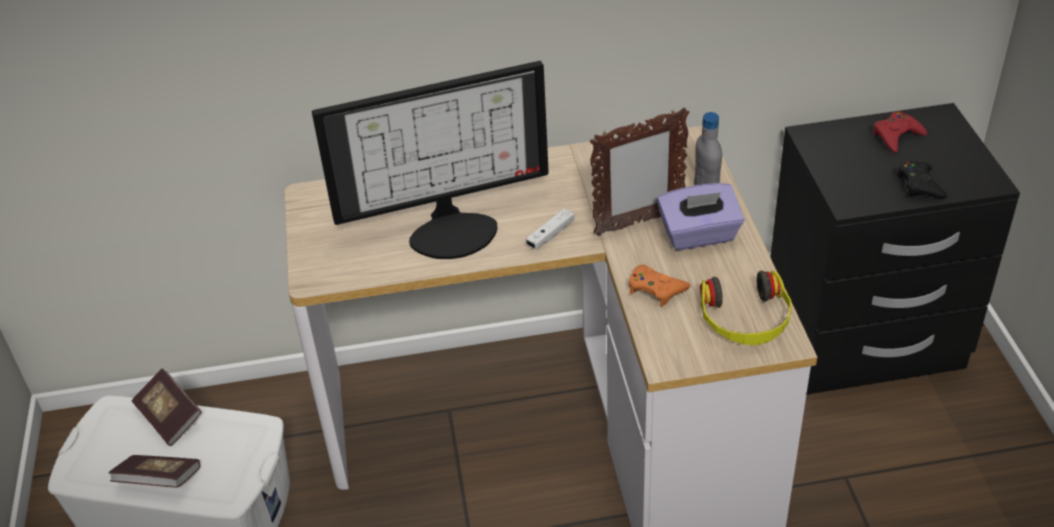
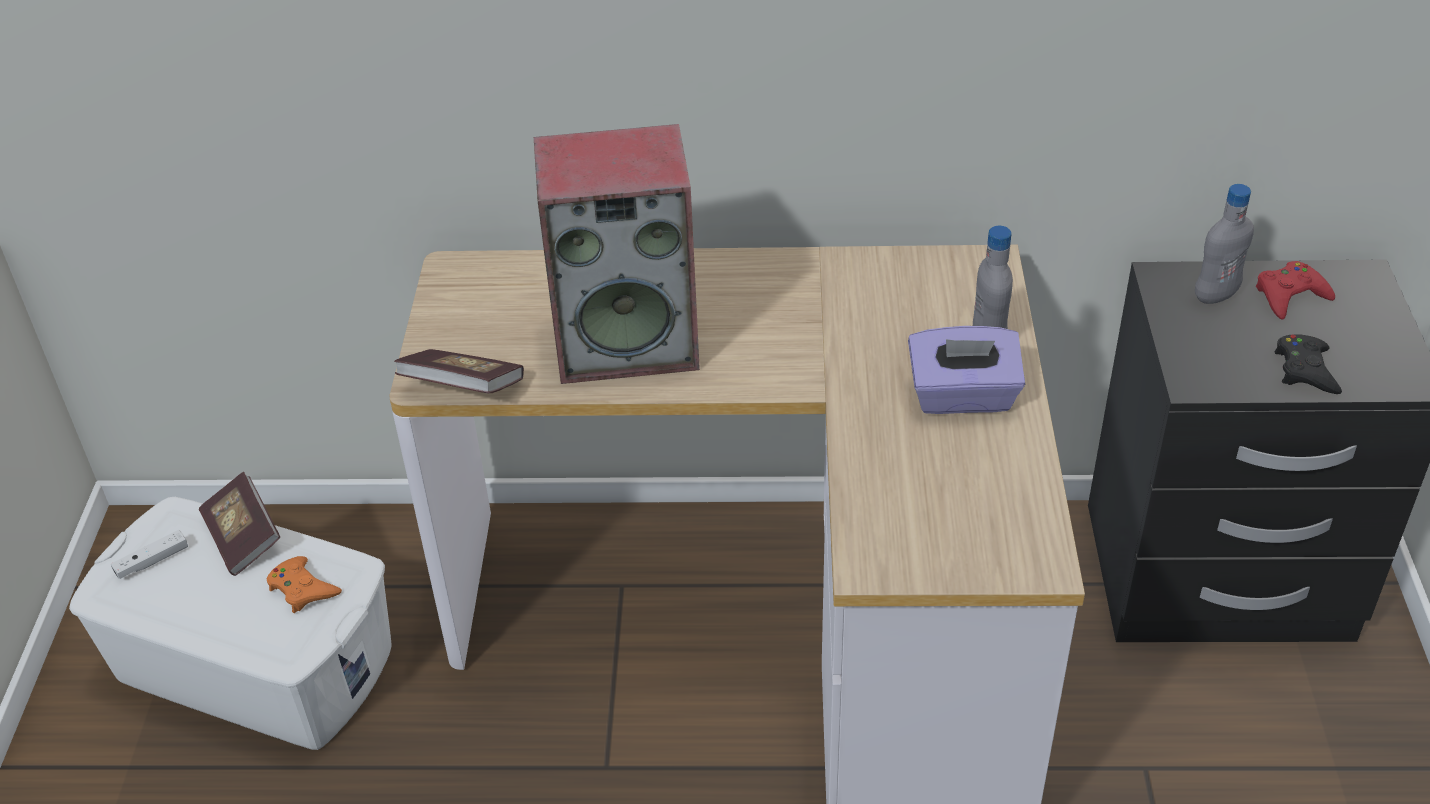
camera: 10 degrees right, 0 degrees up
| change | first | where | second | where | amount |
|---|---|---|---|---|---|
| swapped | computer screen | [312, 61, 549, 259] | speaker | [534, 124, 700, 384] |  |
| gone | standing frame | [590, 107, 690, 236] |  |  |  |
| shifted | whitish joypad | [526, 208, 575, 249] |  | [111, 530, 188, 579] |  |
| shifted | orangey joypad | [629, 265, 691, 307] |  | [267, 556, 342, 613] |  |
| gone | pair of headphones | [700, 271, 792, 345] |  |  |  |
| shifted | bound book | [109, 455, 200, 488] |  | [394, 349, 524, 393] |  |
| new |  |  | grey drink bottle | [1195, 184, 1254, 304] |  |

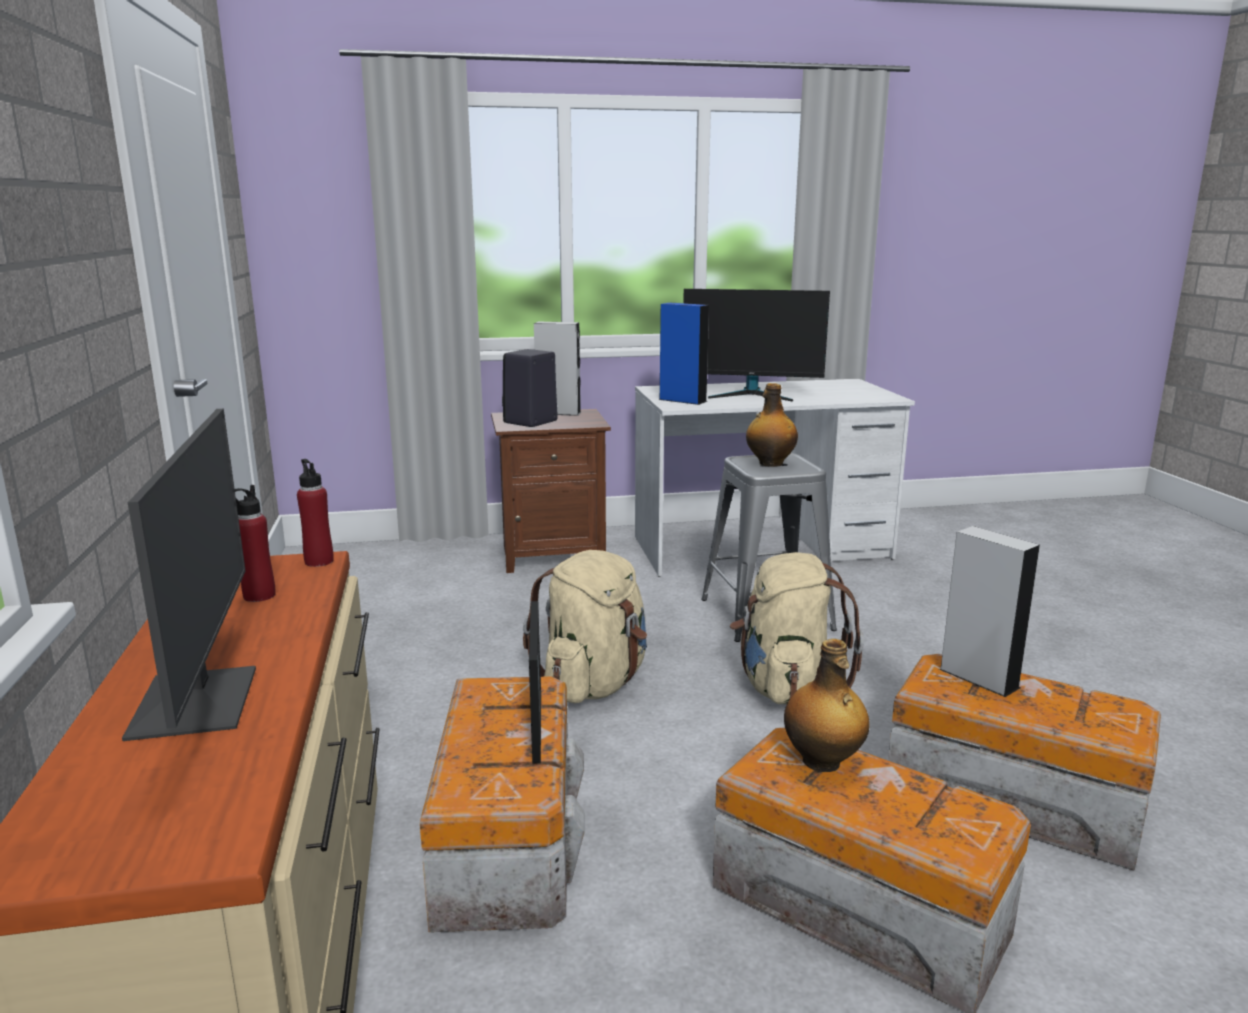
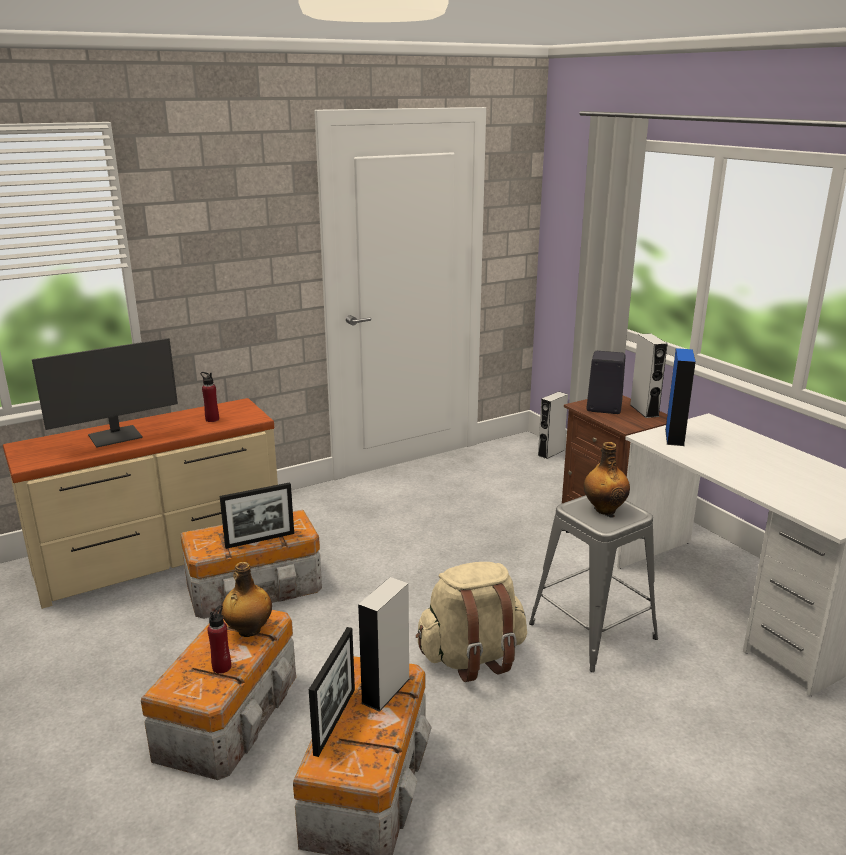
camera: 70 degrees right, 5 degrees up
| change | first | where | second | where | amount |
|---|---|---|---|---|---|
| gone | computer screen | [683, 289, 830, 401] |  |  |  |
| shifted | red drink bottle | [297, 459, 334, 567] |  | [207, 605, 231, 674] |  |
| gone | sand-coloured knapsack | [523, 550, 647, 703] |  |  |  |
| new |  |  | grey speaker | [537, 392, 568, 459] |  |
| new |  |  | standing frame | [309, 627, 355, 757] |  |

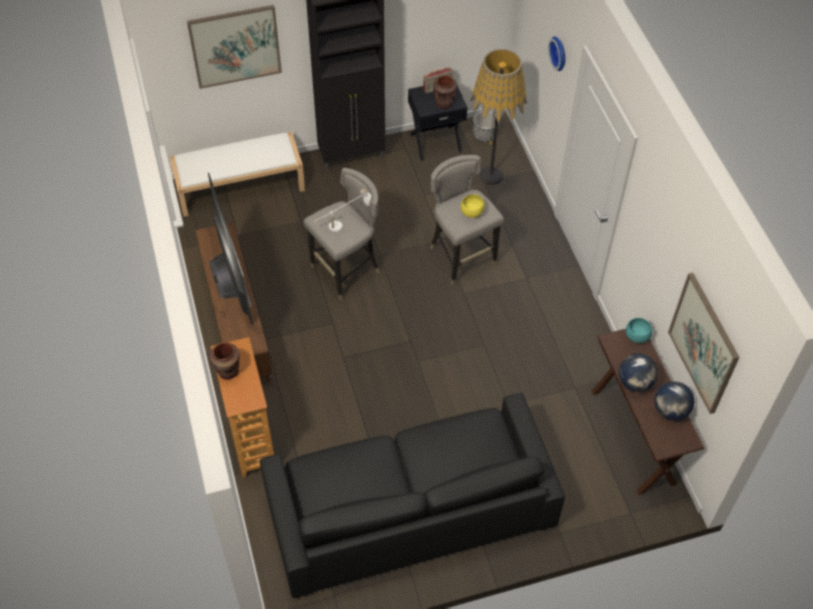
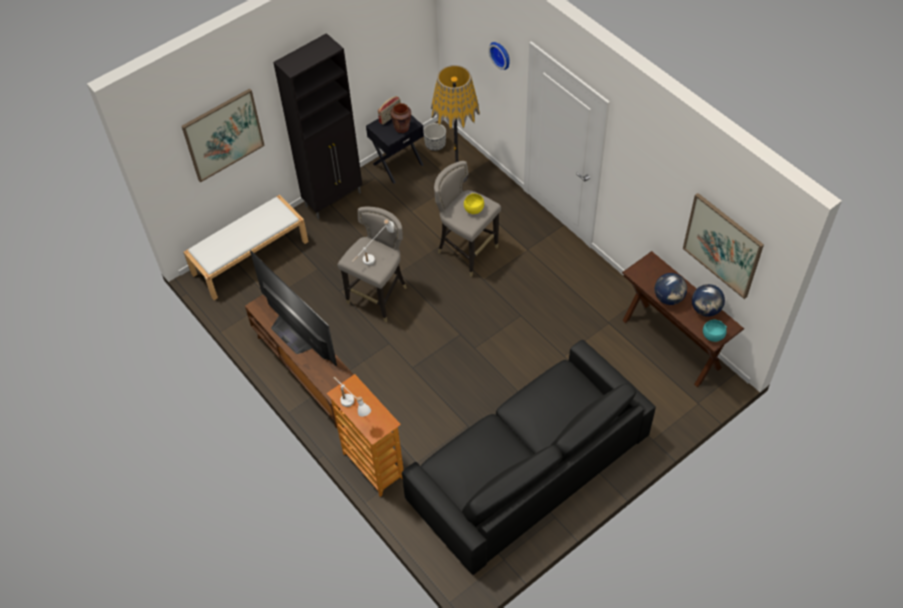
camera: 20 degrees left, 0 degrees up
| change | first | where | second | where | amount |
|---|---|---|---|---|---|
| shifted | blue-green bowl | [626, 318, 653, 343] |  | [703, 320, 727, 342] |  |
| swapped | brown decorative vase | [209, 342, 240, 380] | whitish table lamp | [334, 377, 371, 417] |  |

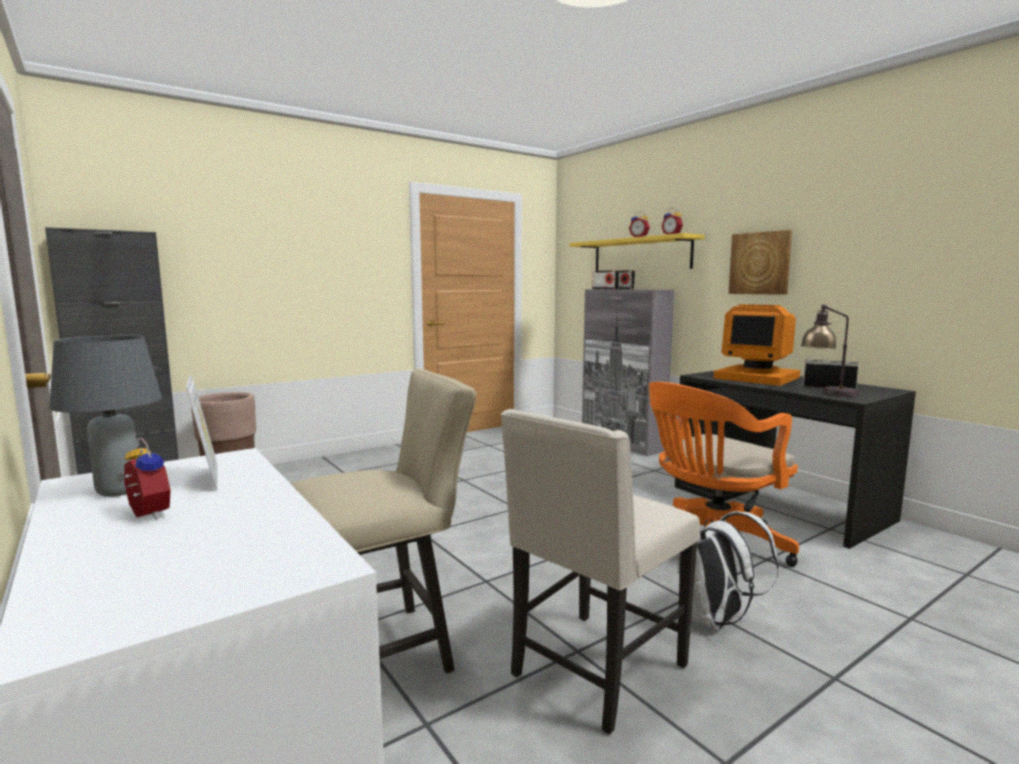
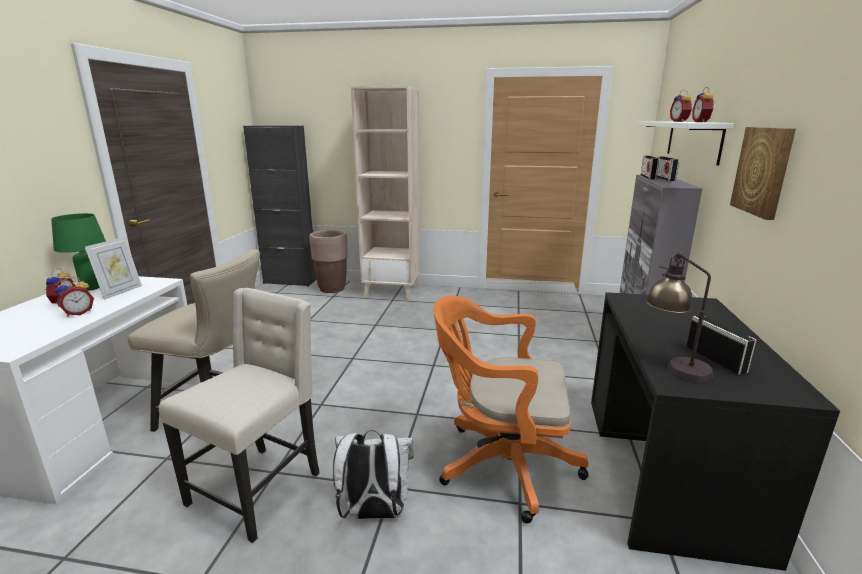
camera: 45 degrees right, 10 degrees up
| change | first | where | second | where | amount |
|---|---|---|---|---|---|
| repainted | yellowish bracket shelf | [570, 233, 705, 271] | whitish bracket shelf | [638, 121, 734, 165] |  |
| gone | computer screen | [714, 304, 800, 386] |  |  |  |
| repainted | grey table lamp | [50, 335, 162, 497] | greenish table lamp | [51, 213, 106, 291] |  |
| rotated | sand-coloured plain chair | [501, 409, 700, 734] |  | [159, 288, 319, 543] | 120 degrees clockwise |
| new |  |  | sand-coloured shelving unit | [351, 86, 420, 300] |  |
| new |  |  | alarm clock | [55, 277, 94, 317] |  |

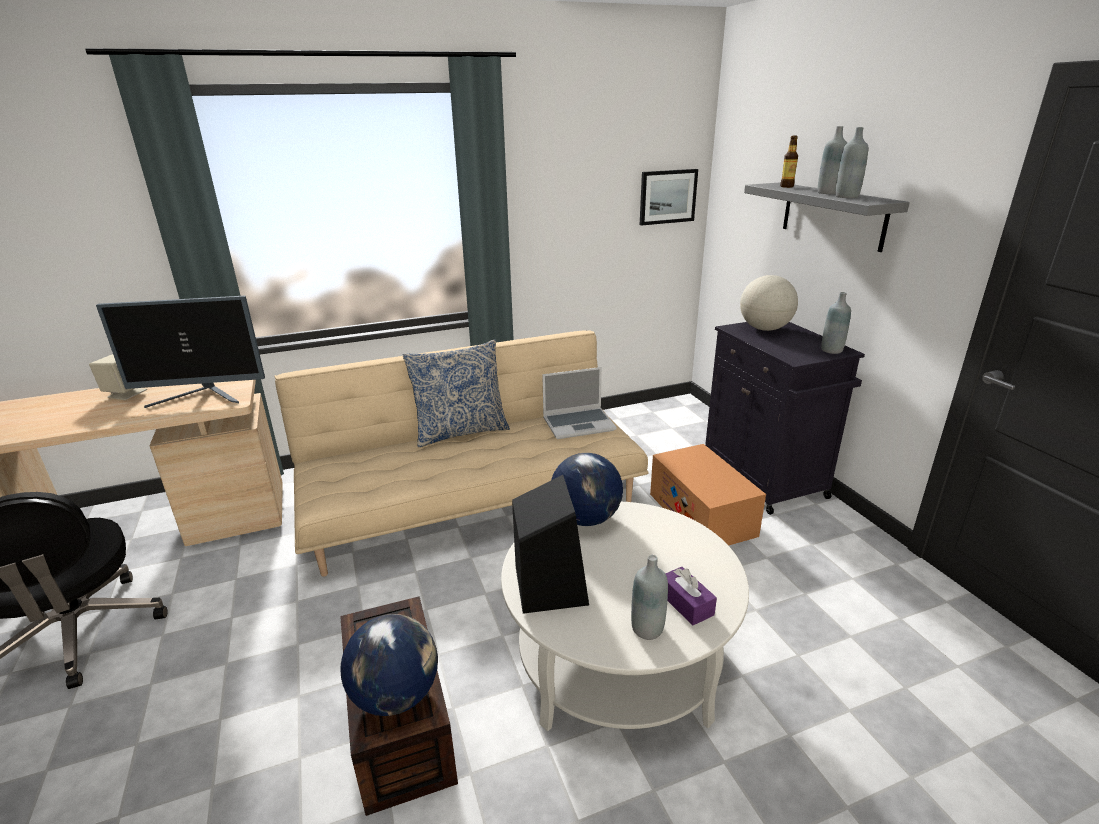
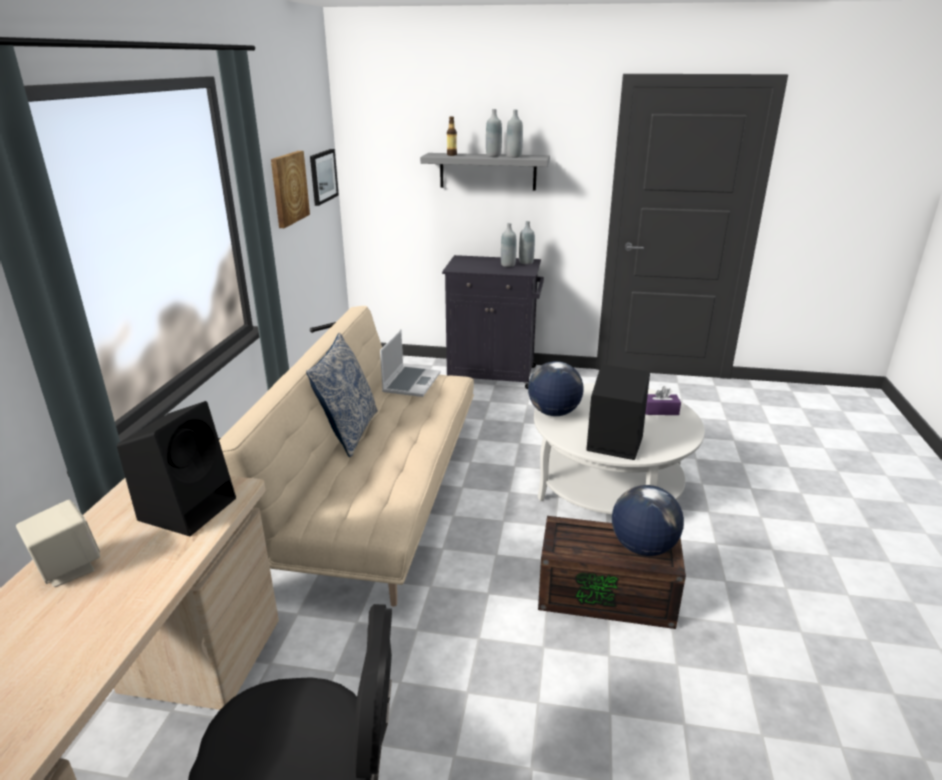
camera: 60 degrees left, 0 degrees up
| change | first | where | second | where | amount |
|---|---|---|---|---|---|
| gone | world globe | [740, 275, 798, 331] |  |  |  |
| swapped | computer screen | [96, 296, 265, 408] | blackish speaker | [117, 401, 236, 536] |  |
| gone | carton | [650, 444, 766, 546] |  |  |  |
| shifted | grey drink bottle | [631, 555, 668, 640] |  | [501, 223, 517, 267] |  |
| new |  |  | picture | [271, 151, 310, 228] |  |

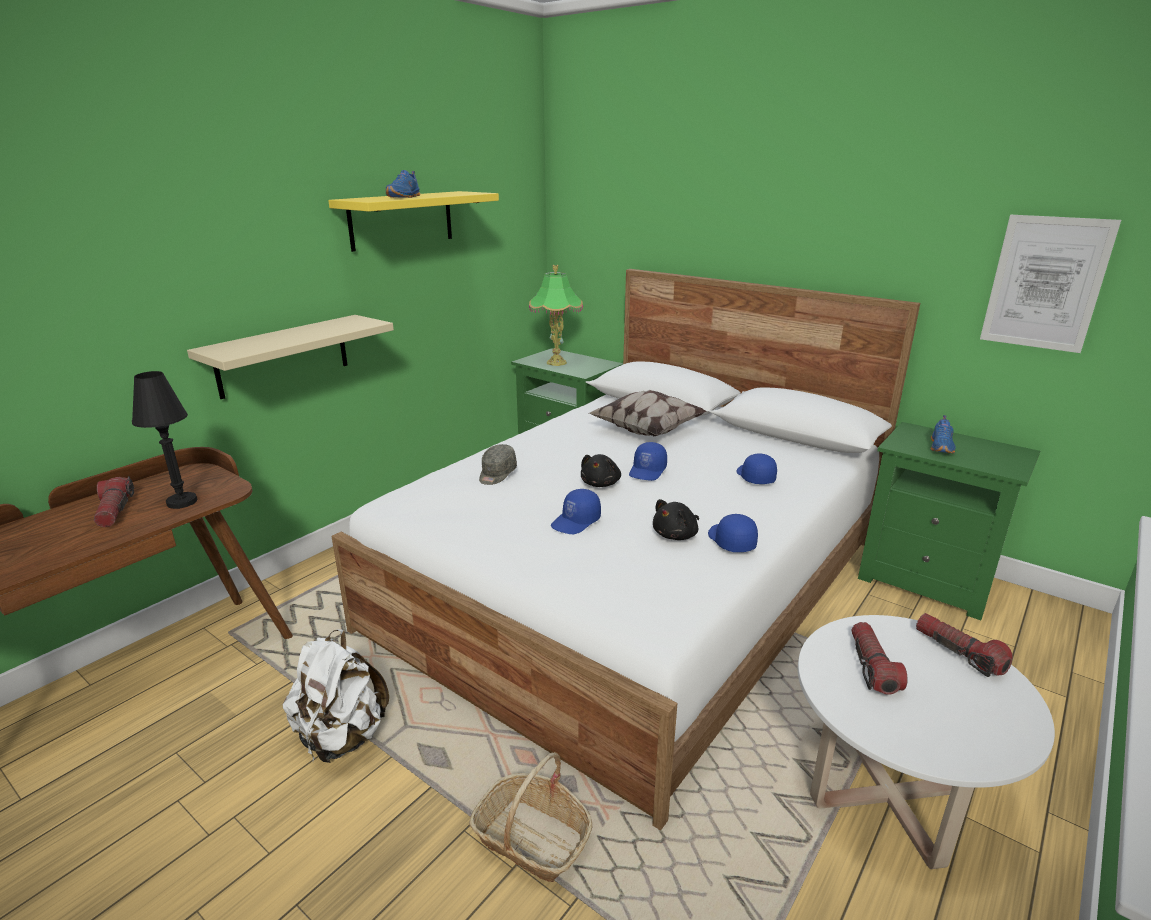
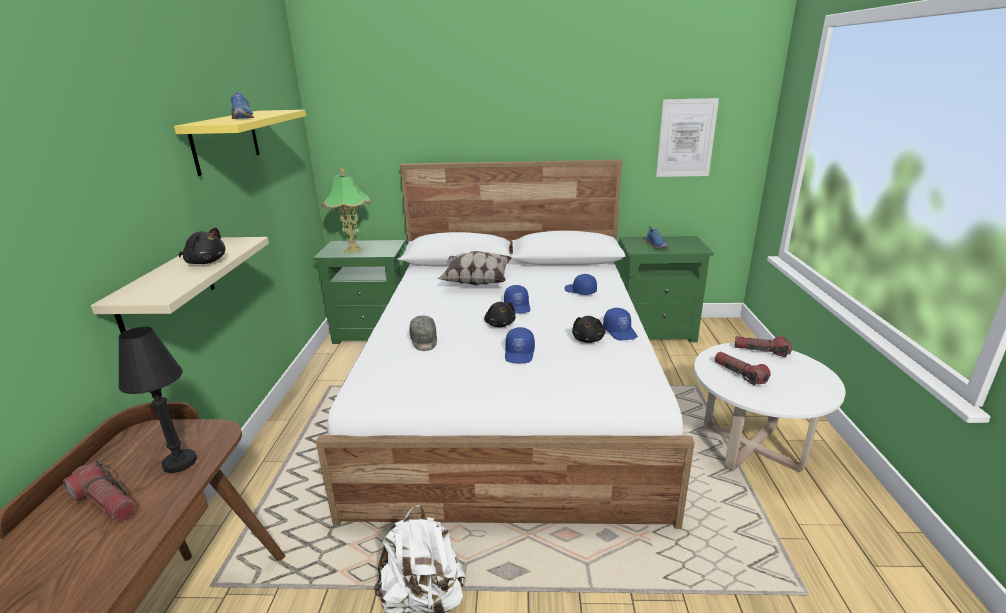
camera: 35 degrees left, 0 degrees up
| change | first | where | second | where | amount |
|---|---|---|---|---|---|
| rotated | blue-coloured baseball cap | [708, 514, 758, 552] |  | [603, 308, 638, 341] | 150 degrees counterclockwise |
| gone | household basket | [469, 752, 592, 882] |  |  |  |
| new |  |  | blackish cuddly toy | [179, 227, 225, 264] |  |

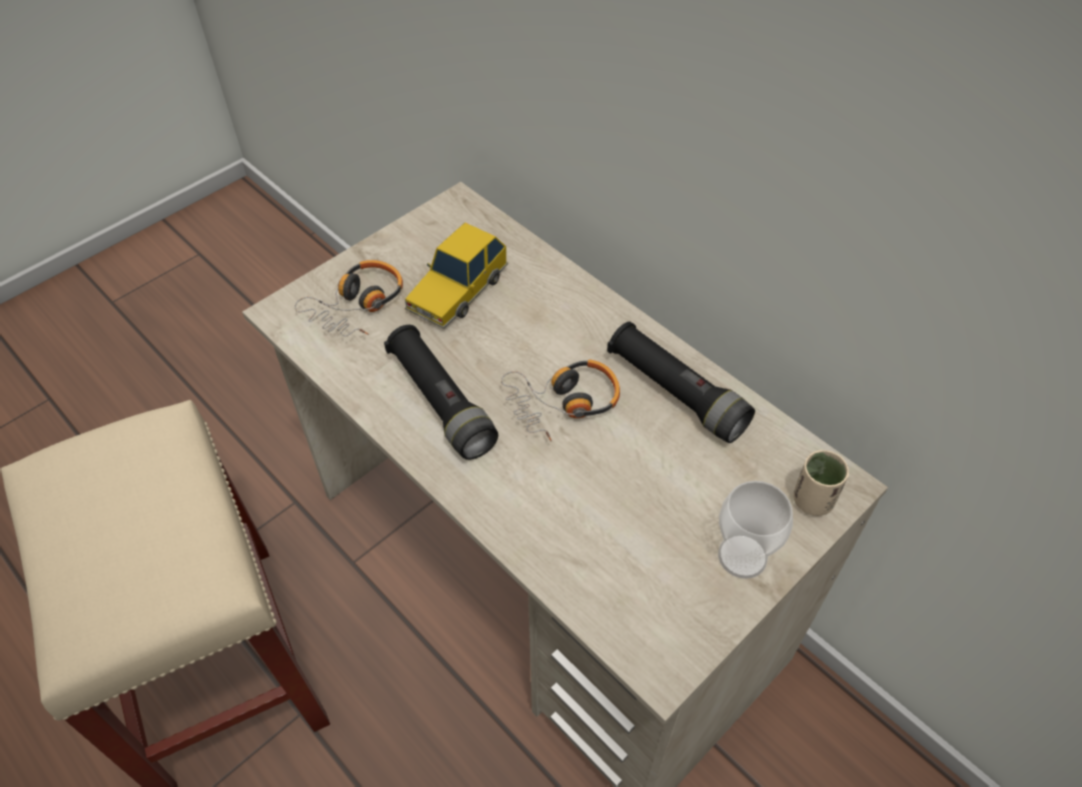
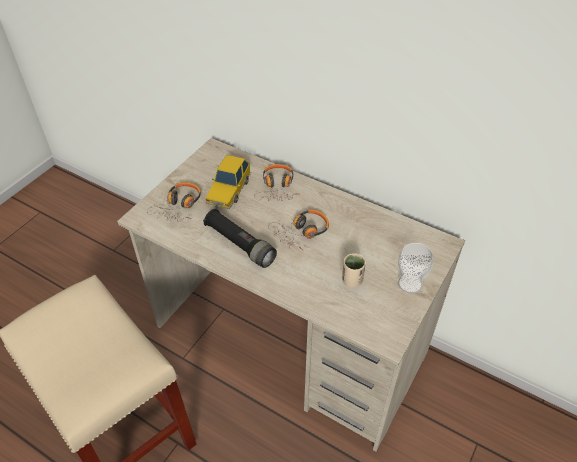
camera: 15 degrees left, 5 degrees down
| change | first | where | second | where | amount |
|---|---|---|---|---|---|
| gone | blackish torch | [607, 322, 755, 443] |  |  |  |
| shifted | sand-coloured cup | [793, 450, 849, 516] |  | [342, 253, 366, 288] |  |
| new |  |  | pair of headphones | [254, 164, 298, 202] |  |

